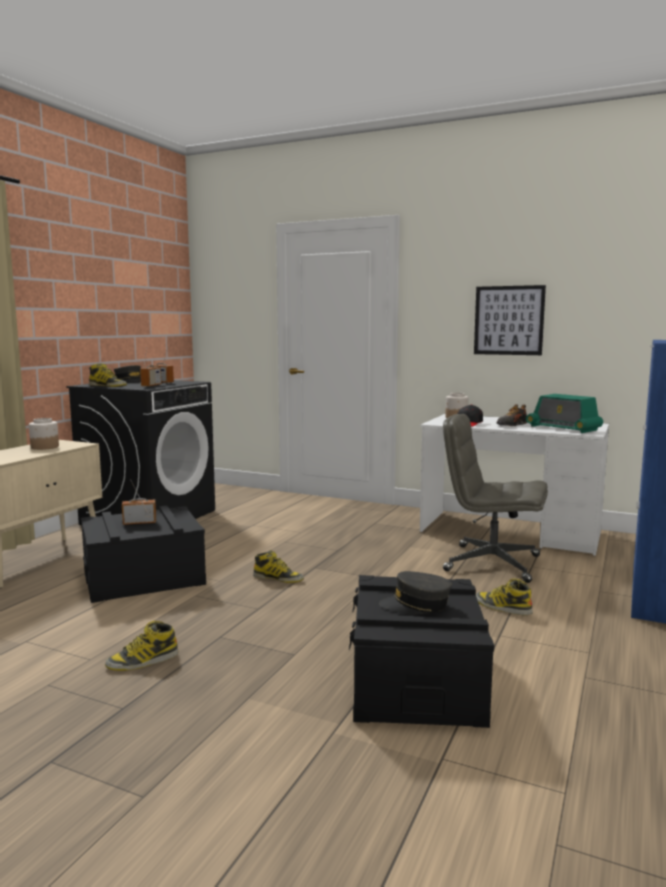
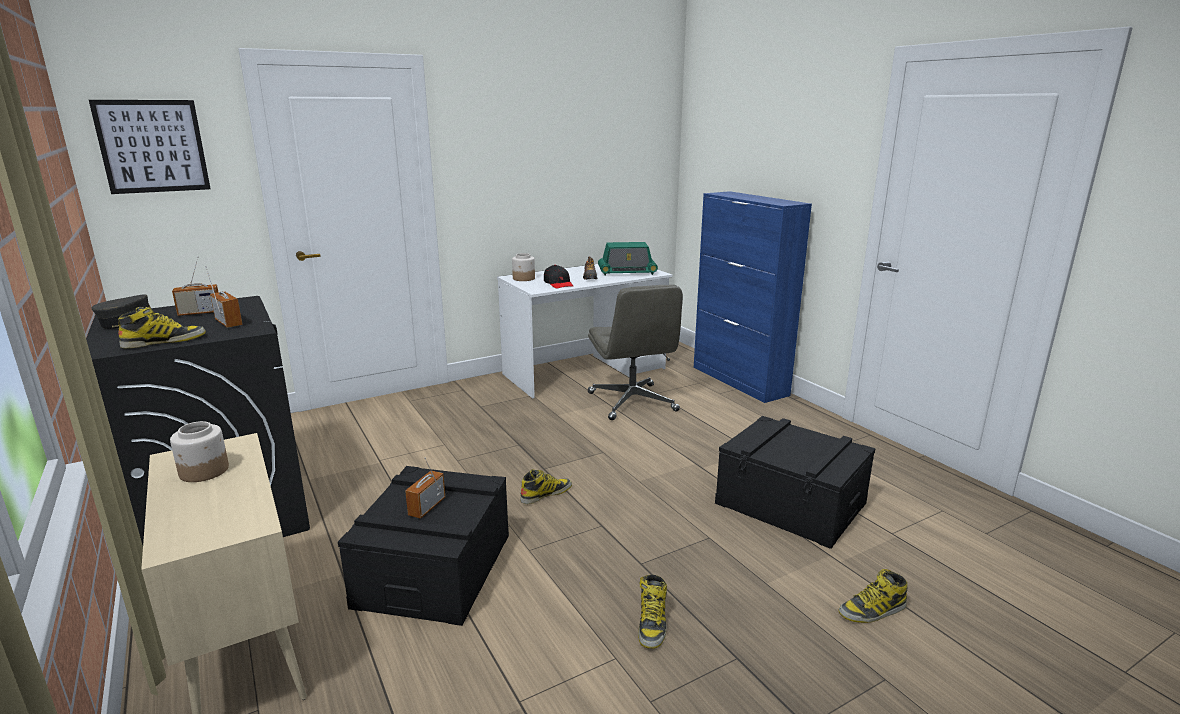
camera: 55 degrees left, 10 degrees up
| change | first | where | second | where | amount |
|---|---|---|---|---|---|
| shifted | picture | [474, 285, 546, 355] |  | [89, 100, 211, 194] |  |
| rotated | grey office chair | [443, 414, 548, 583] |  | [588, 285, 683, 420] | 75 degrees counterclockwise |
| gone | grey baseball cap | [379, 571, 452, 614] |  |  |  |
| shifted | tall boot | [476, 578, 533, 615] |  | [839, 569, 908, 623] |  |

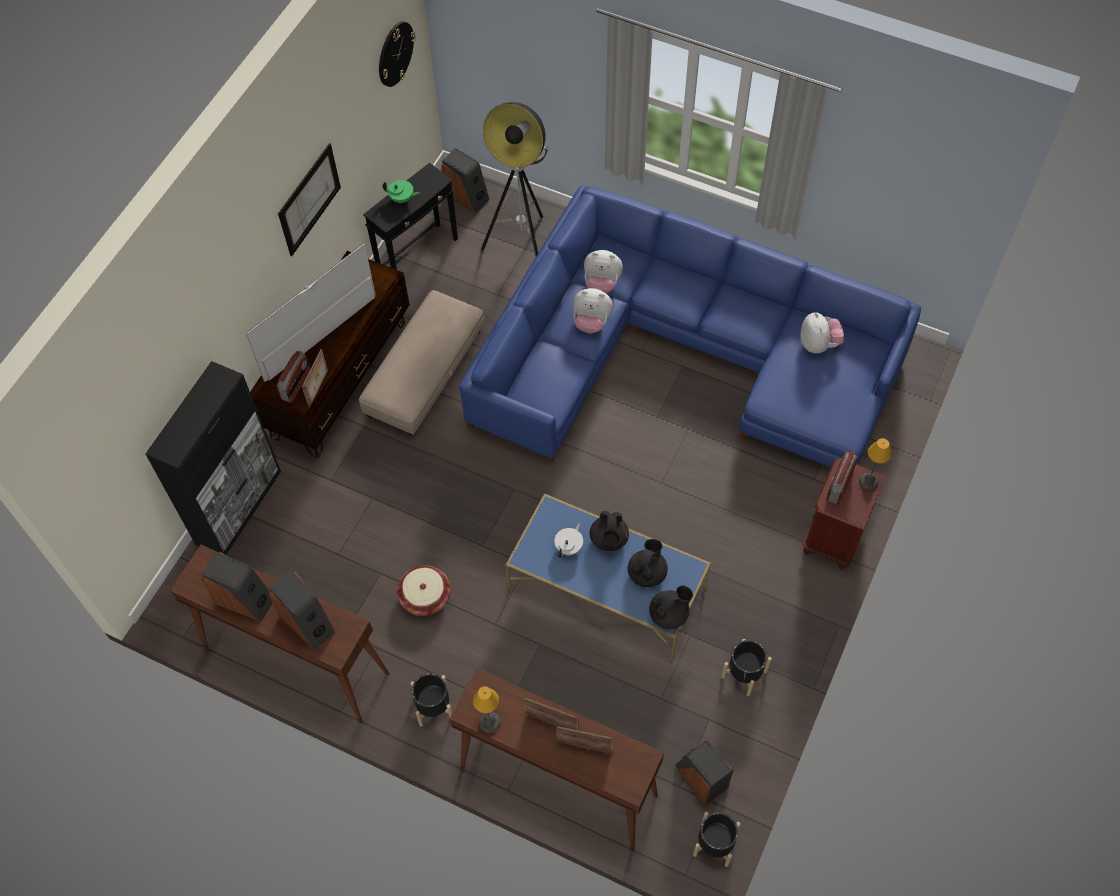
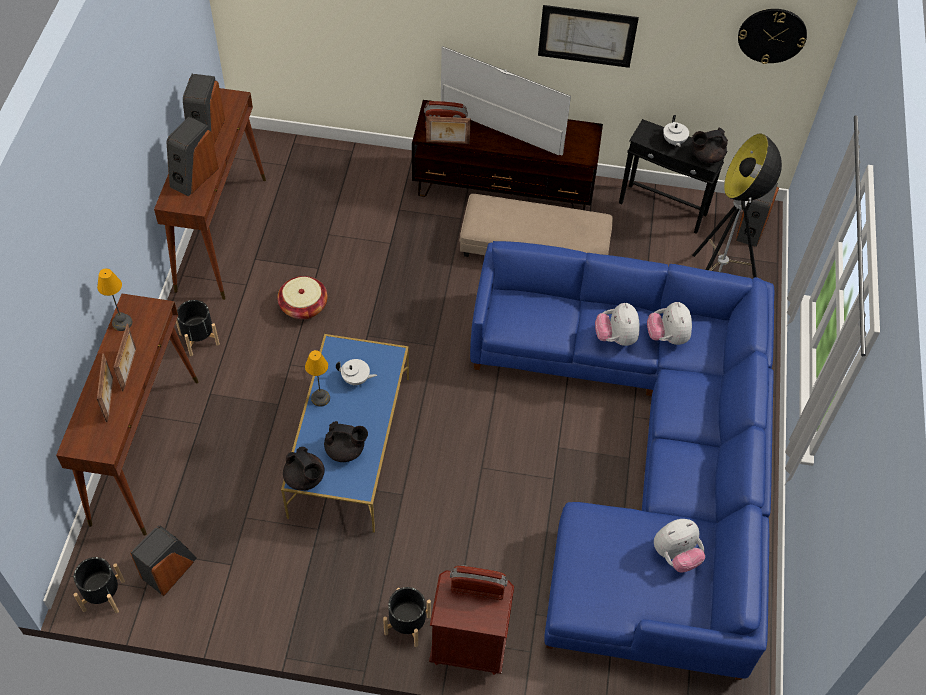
camera: 70 degrees right, 5 degrees down
| change | first | where | second | where | amount |
|---|---|---|---|---|---|
| repainted | greenish pot for tea | [383, 180, 420, 204] | whitish pot for tea | [663, 115, 689, 147] |  |
| gone | blackish cupboard | [146, 361, 281, 555] |  |  |  |
| shifted | table lamp | [859, 438, 891, 490] |  | [305, 350, 330, 407] |  |
| shifted | blackish pot for tea | [590, 510, 629, 551] |  | [691, 128, 728, 163] |  |
| shifted | blackish flower pot | [721, 639, 772, 696] |  | [383, 587, 431, 647] |  |

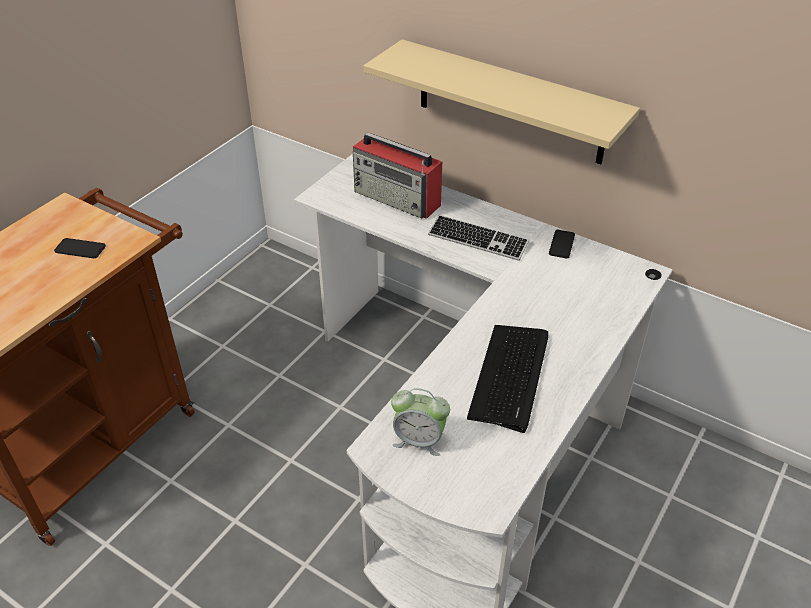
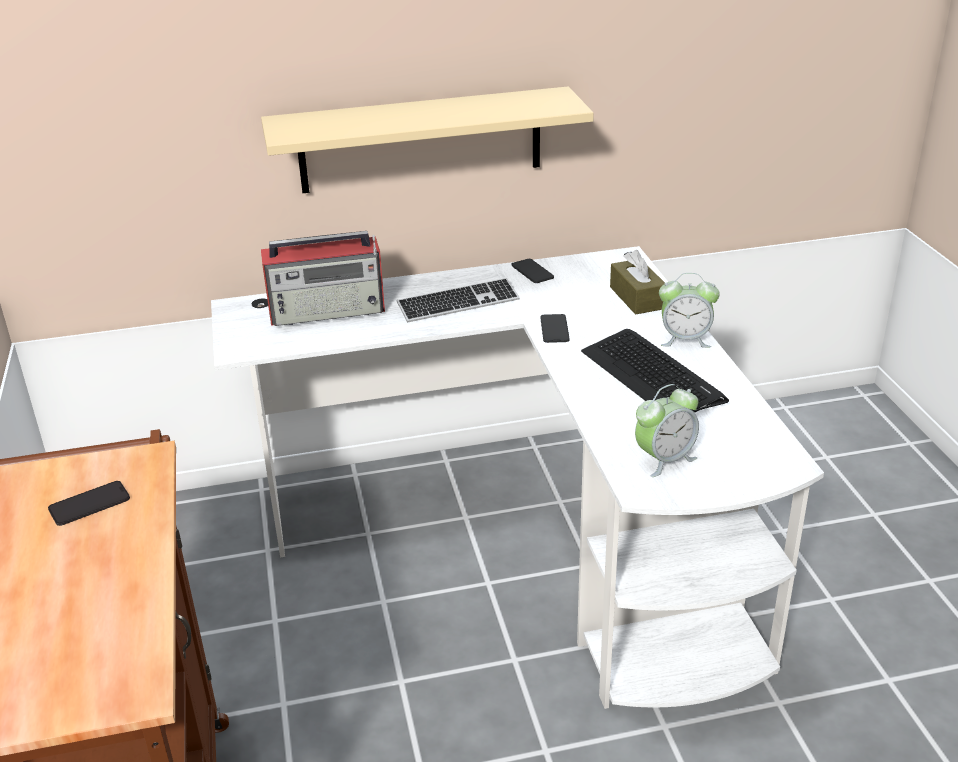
camera: 45 degrees left, 10 degrees down
| change | first | where | second | where | amount |
|---|---|---|---|---|---|
| new |  |  | brown box of tissues | [610, 250, 665, 315] |  |
| new |  |  | alarm clock | [659, 273, 720, 348] |  |
| new |  |  | phone | [540, 314, 570, 343] |  |

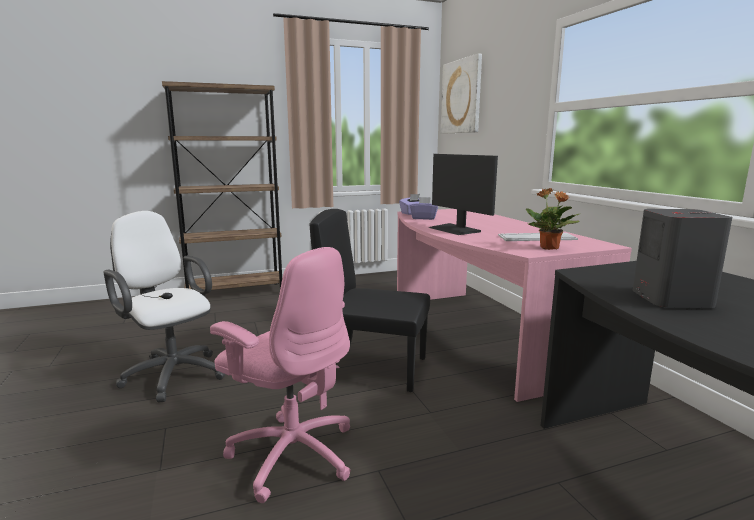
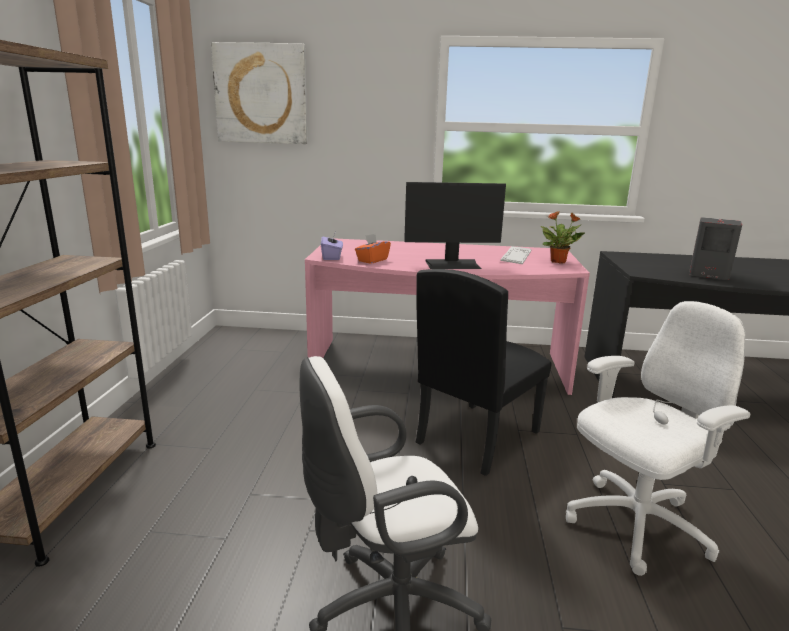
camera: 65 degrees left, 5 degrees up
| change | first | where | second | where | amount |
|---|---|---|---|---|---|
| repainted | purple box of tissues | [410, 197, 438, 220] | orangey box of tissues | [355, 234, 391, 264] |  |
| repainted | pink office chair | [210, 247, 351, 503] | whitish office chair | [566, 301, 750, 576] |  |

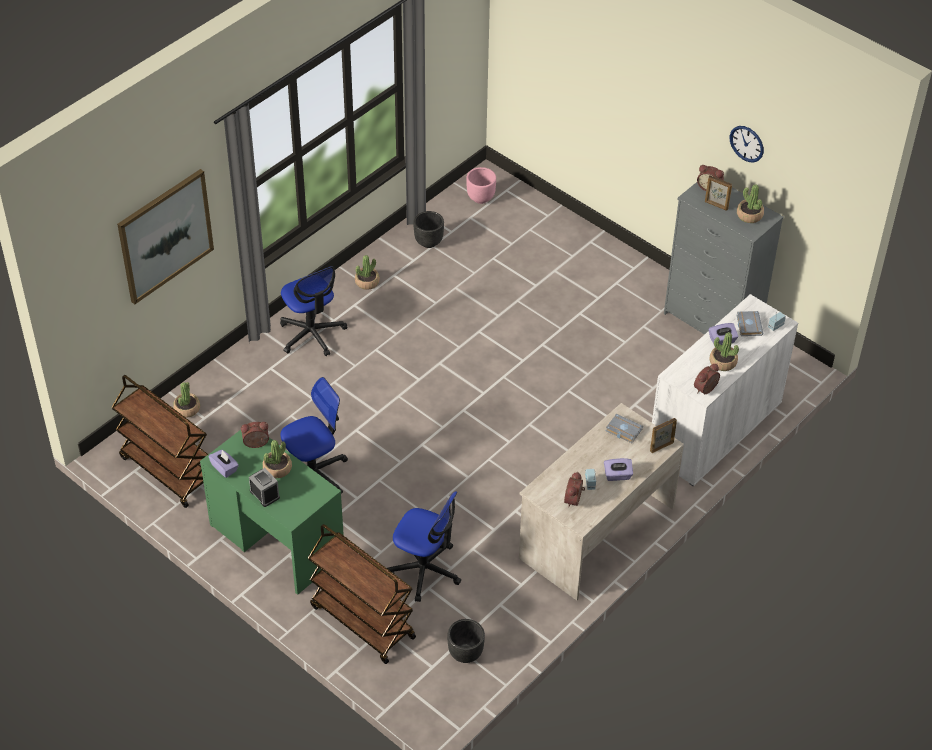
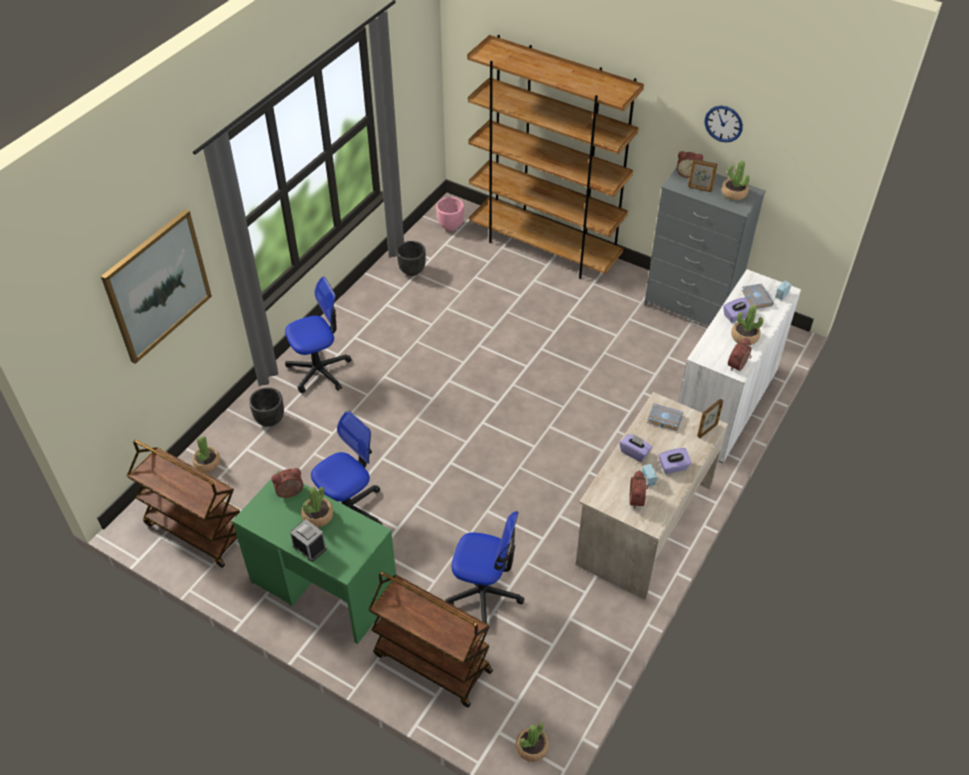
camera: 10 degrees left, 0 degrees up
| change | first | where | second | where | amount |
|---|---|---|---|---|---|
| shifted | potted plant | [355, 255, 380, 290] |  | [516, 723, 549, 762] |  |
| rotated | office chair | [280, 266, 347, 356] |  | [285, 277, 352, 393] | 75 degrees counterclockwise |
| shifted | purple box of tissues | [209, 450, 239, 478] |  | [620, 434, 652, 462] |  |
| shifted | blackish flower pot | [447, 619, 485, 663] |  | [249, 387, 284, 427] |  |
| new |  |  | brown shelving unit | [467, 35, 644, 279] |  |

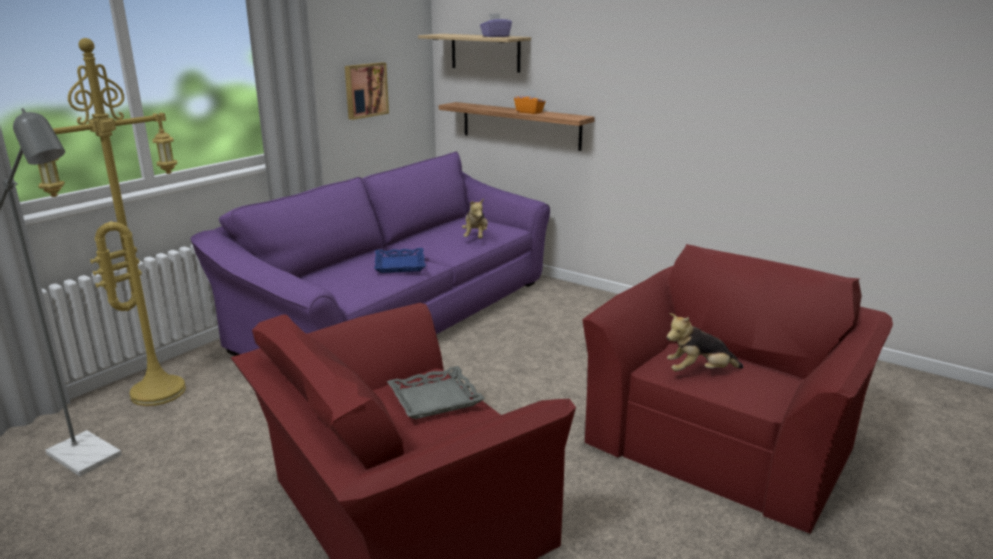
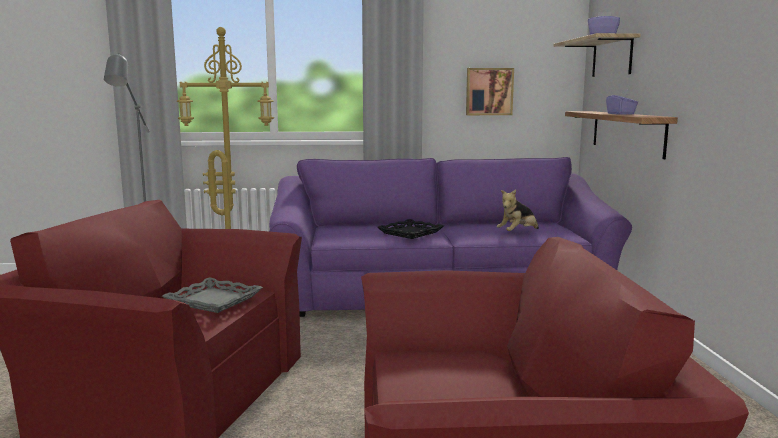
camera: 50 degrees right, 10 degrees down
| change | first | where | second | where | amount |
|---|---|---|---|---|---|
| repainted | orangey box of tissues | [514, 90, 546, 114] | purple box of tissues | [606, 90, 638, 115] |  |
| repainted | blue-coloured carrying tray | [374, 248, 426, 273] | blackish carrying tray | [377, 219, 444, 239] |  |
| gone | cuddly toy | [666, 313, 744, 371] |  |  |  |

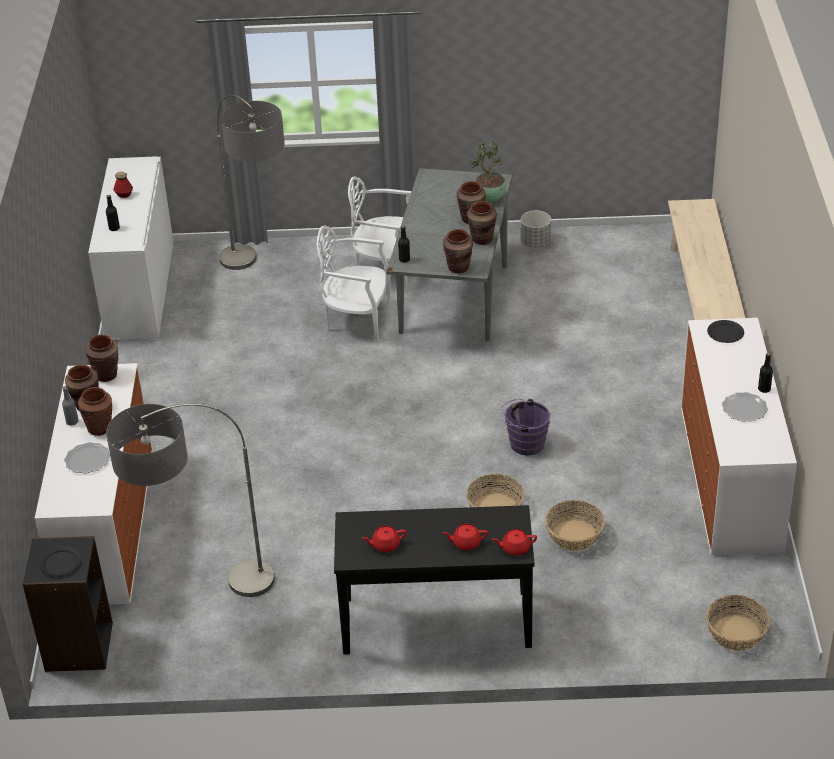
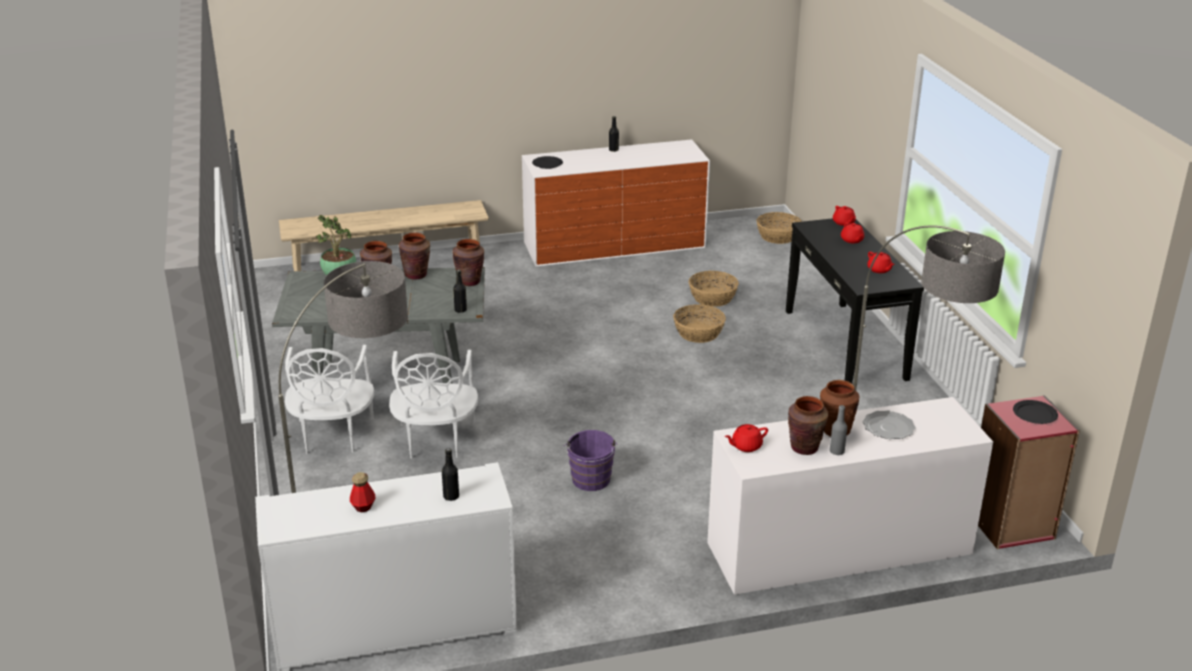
camera: 105 degrees left, 10 degrees down
| change | first | where | second | where | amount |
|---|---|---|---|---|---|
| gone | grey flower pot | [521, 211, 551, 248] |  |  |  |
| swapped | brown decorative vase | [85, 335, 118, 382] | red pot for tea | [725, 424, 768, 452] |  |
| gone | plate | [722, 392, 768, 422] |  |  |  |
| shifted | purple water bucket | [500, 398, 551, 456] |  | [564, 430, 618, 491] |  |
| repainted | blackish shelving unit | [22, 536, 113, 672] | red shelving unit | [978, 395, 1080, 549] |  |

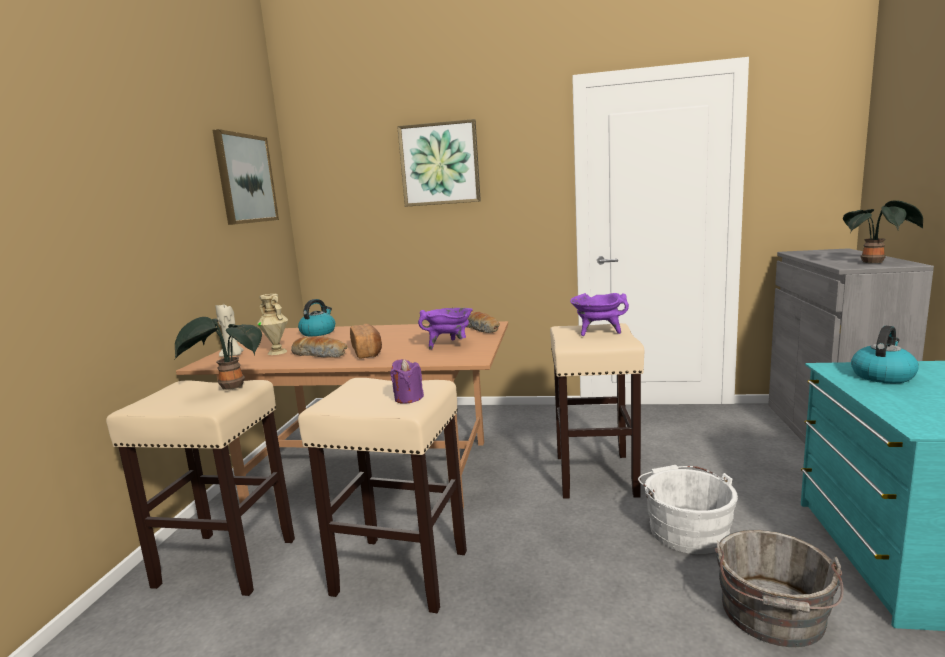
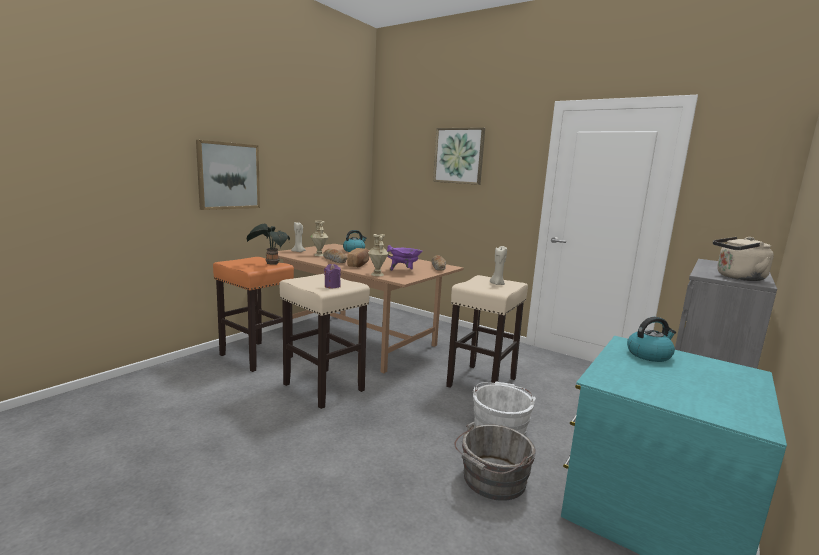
camera: 25 degrees right, 0 degrees up
| change | first | where | second | where | amount |
|---|---|---|---|---|---|
| shifted | picture | [213, 129, 279, 225] |  | [196, 140, 260, 210] |  |
| swapped | potted plant | [843, 200, 923, 263] | sand-coloured tea kettle | [713, 237, 774, 281] |  |
| swapped | purple stockpot | [570, 293, 629, 336] | sand-coloured candle | [490, 246, 507, 285] |  |
| repainted | sand-coloured stool seat | [106, 380, 295, 596] | orangey stool seat | [213, 257, 294, 372] |  |
| new |  |  | sand-coloured decorative vase | [368, 234, 389, 276] |  |

